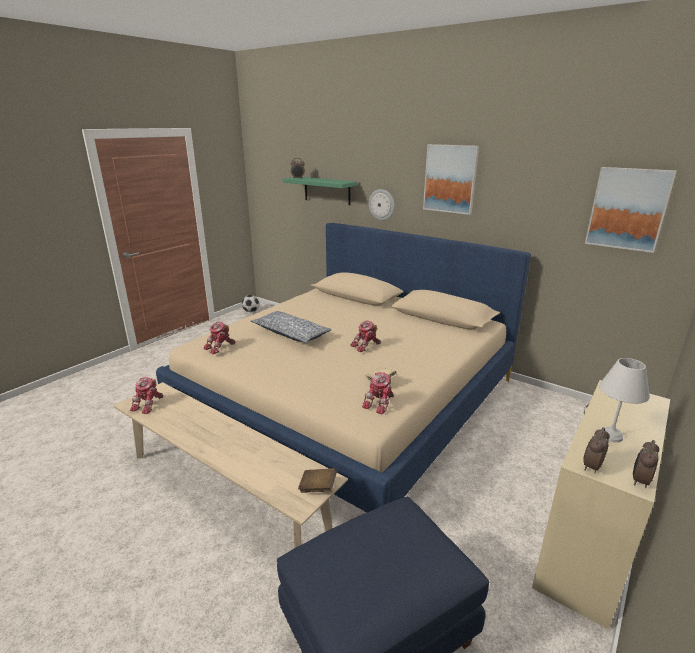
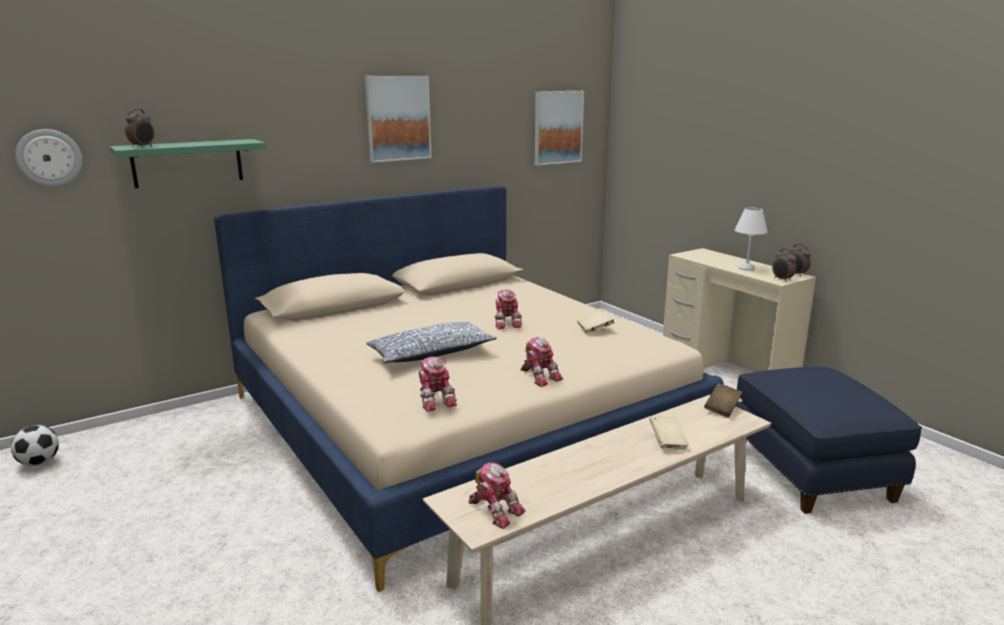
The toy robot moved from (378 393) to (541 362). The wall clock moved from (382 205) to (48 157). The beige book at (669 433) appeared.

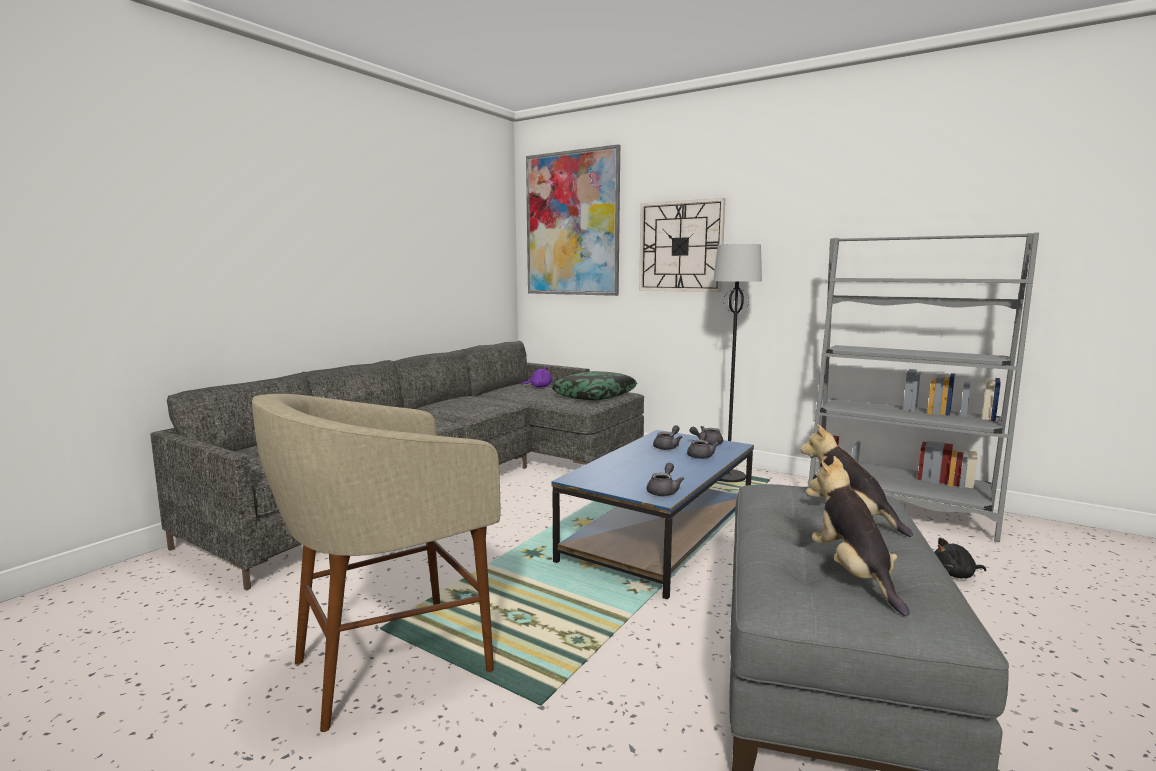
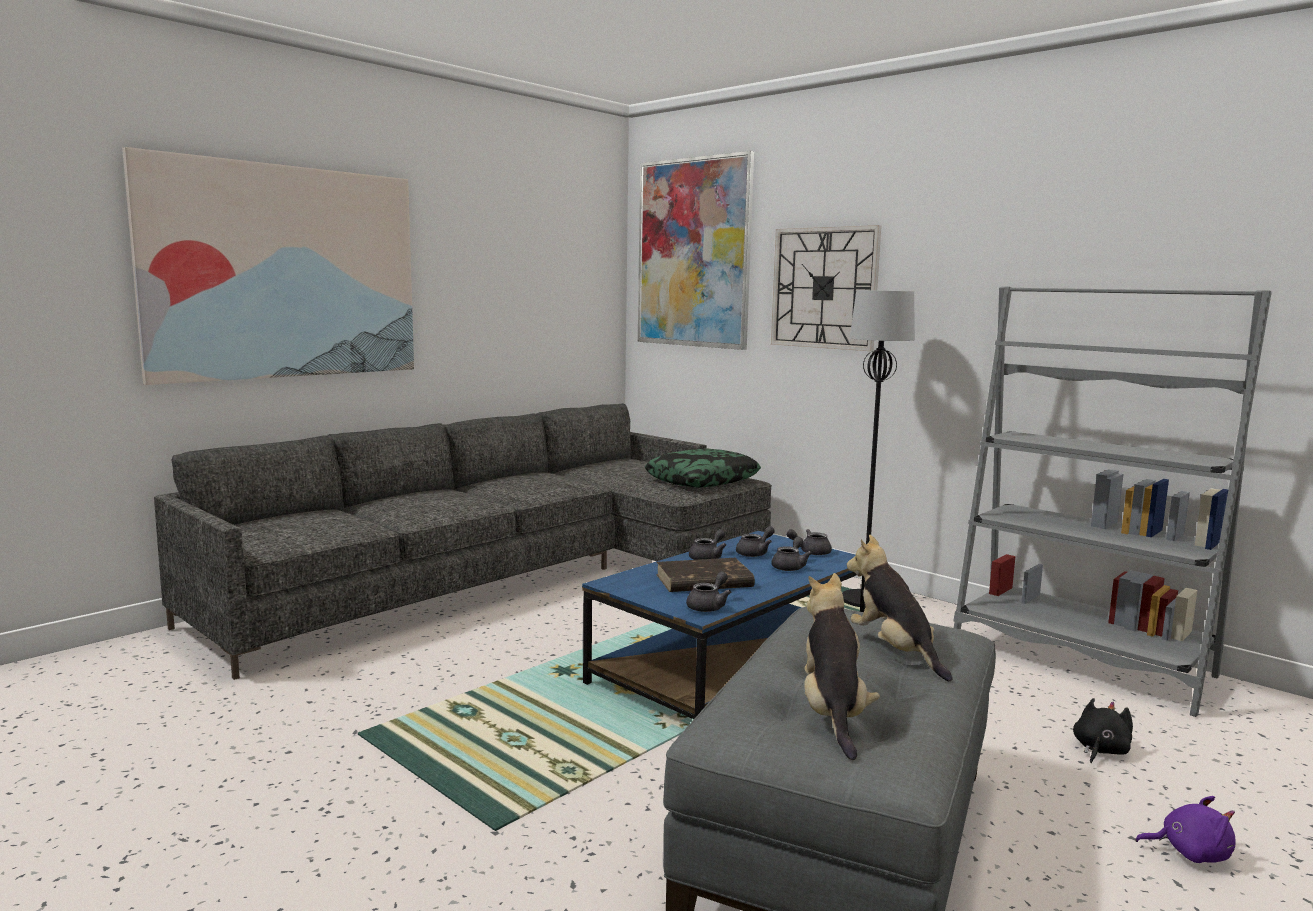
The beige stool at (376 563) disappeared. The purple plush toy moved from (536 377) to (1185 829). The black plush toy at (960 558) turned 120 degrees clockwise. The picture at (268 266) appeared. The brown book at (705 575) appeared. The grey teapot at (707 544) appeared.

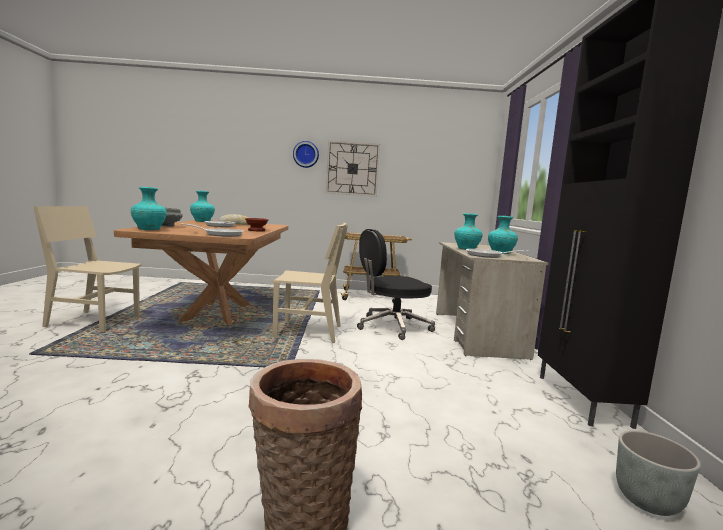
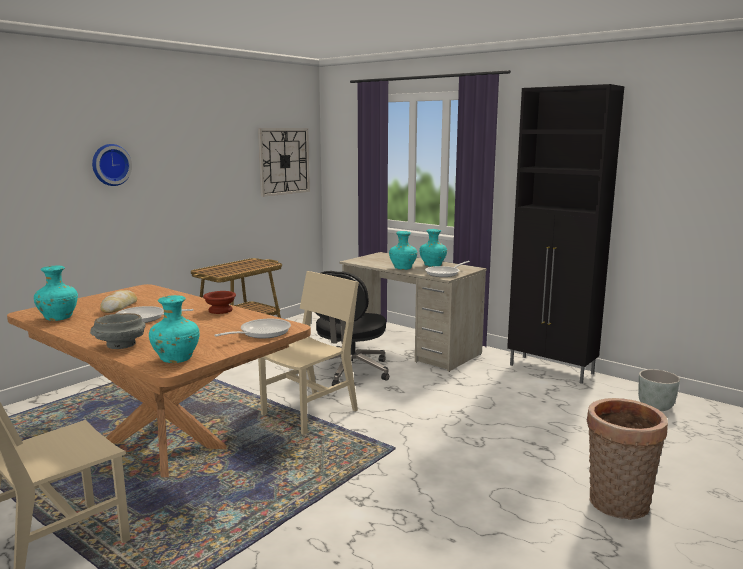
The wall clock moved from (353 168) to (284 162).

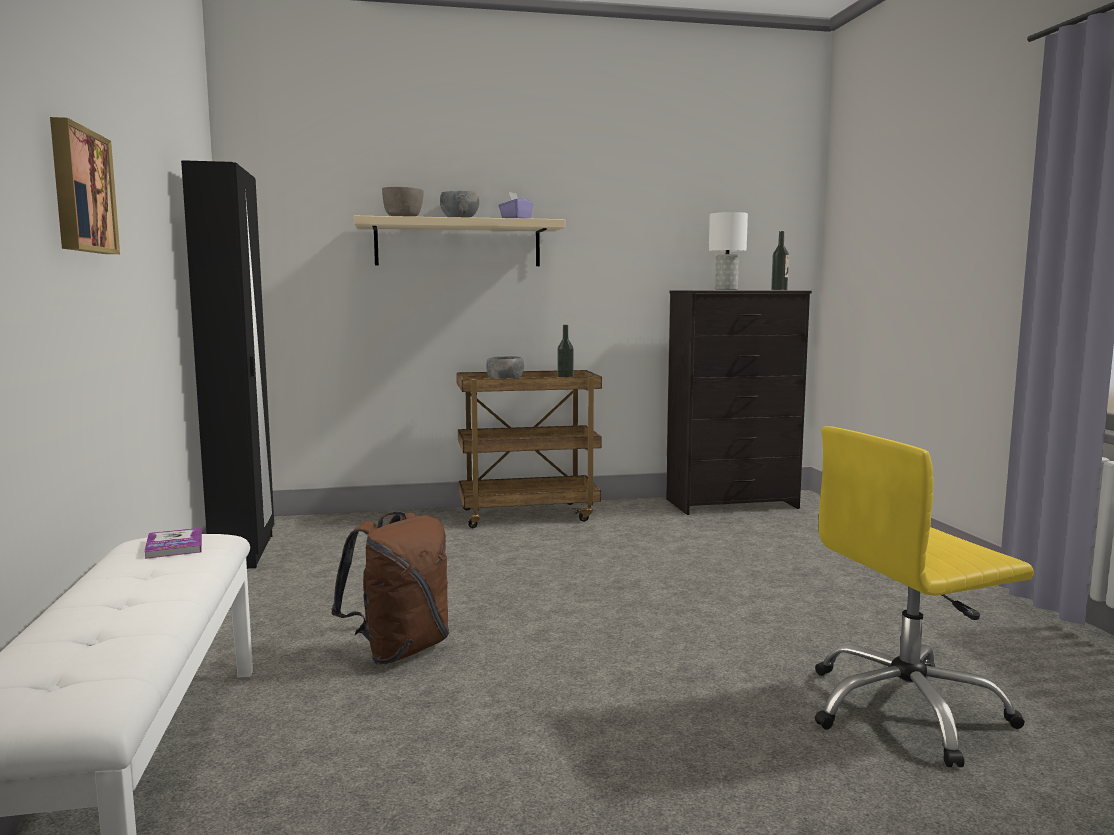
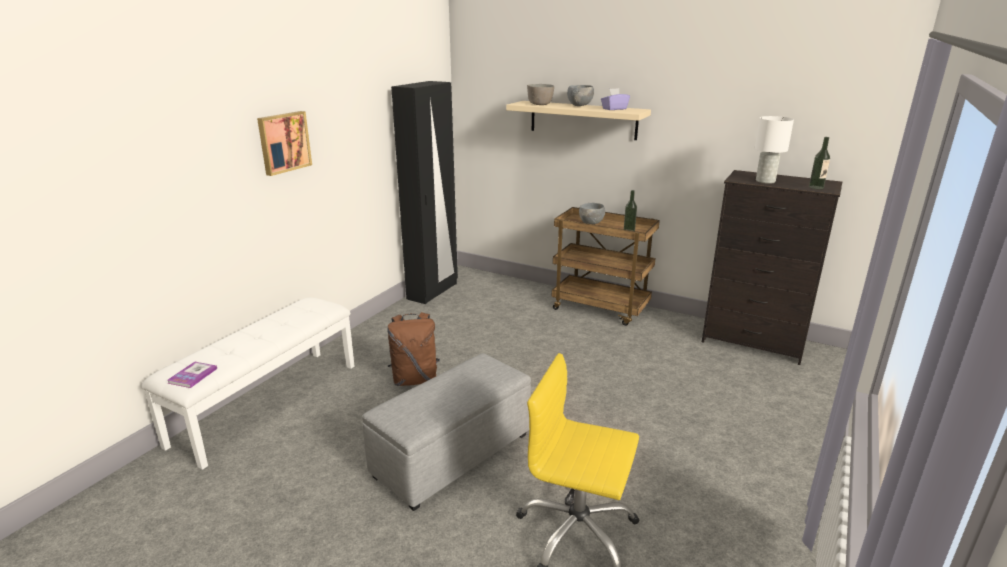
The book moved from (173 543) to (192 374). The grey ottoman at (446 432) appeared.

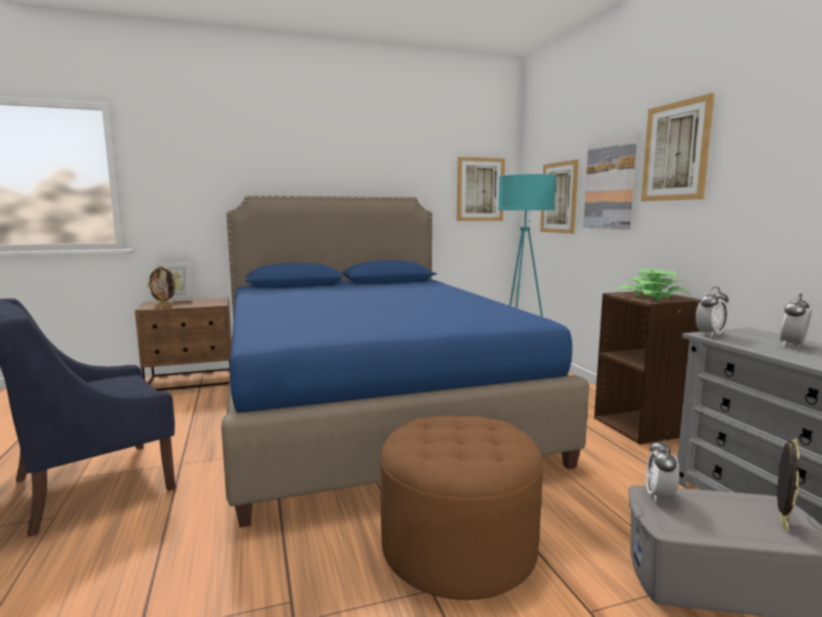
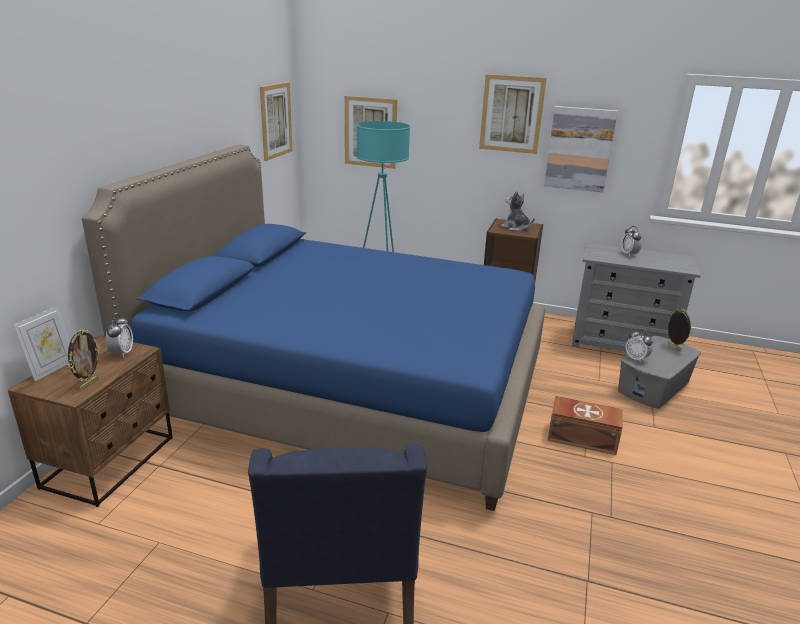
The brown ottoman at (461 507) was replaced by the brown storage box at (585 425). The picture moved from (610 181) to (581 149). The potted plant at (653 284) was replaced by the plush toy at (517 211). The alarm clock moved from (712 312) to (119 336).

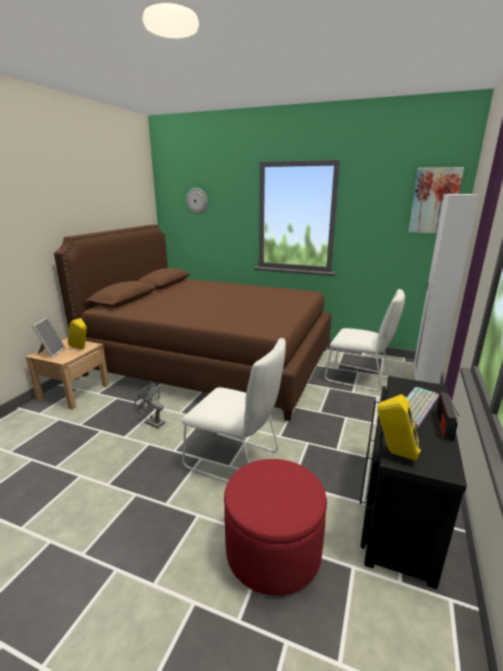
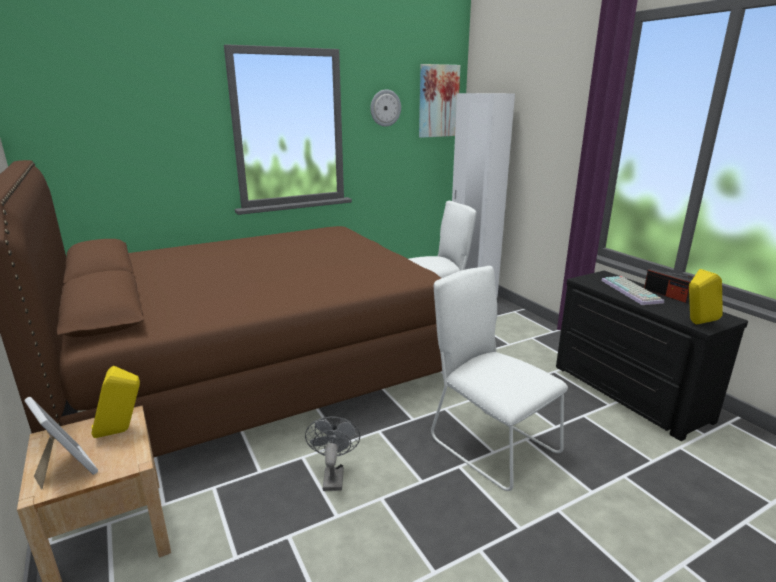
The grey fan at (149 406) turned 105 degrees clockwise. The white chair at (234 410) turned 105 degrees counterclockwise. The wall clock moved from (197 201) to (385 108). The red ottoman at (275 527) disappeared.

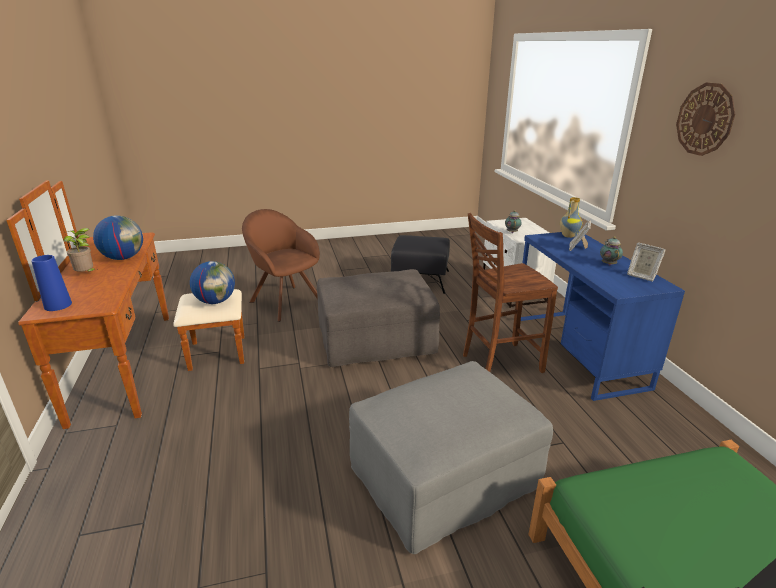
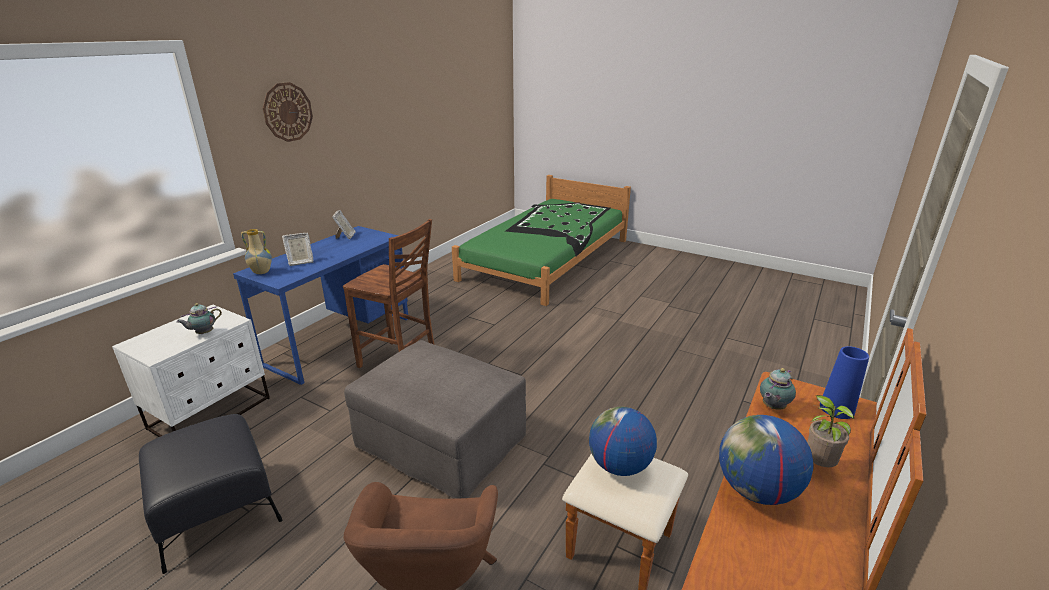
The grey ottoman at (451 457) disappeared. The teapot moved from (611 251) to (778 389).

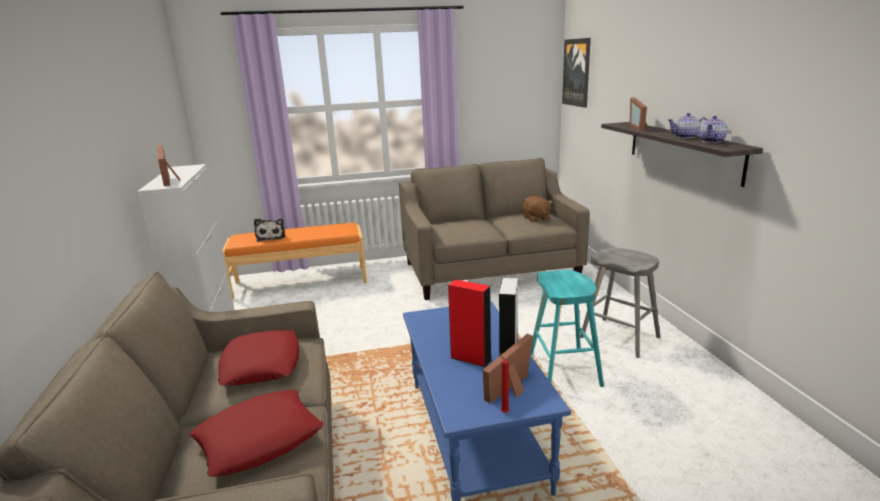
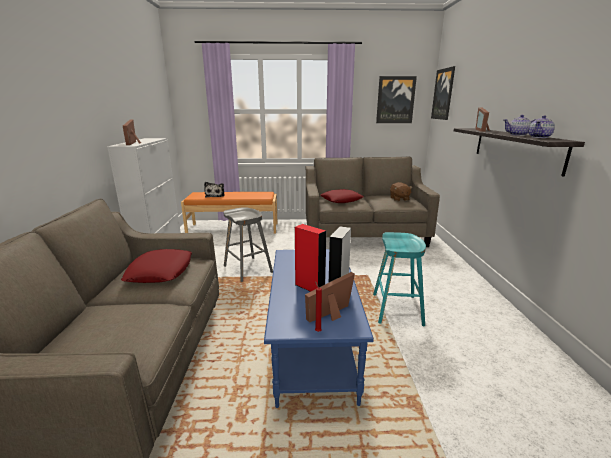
The red pillow moved from (256 433) to (342 196). The grey stool moved from (620 303) to (248 244). The picture at (396 99) appeared.

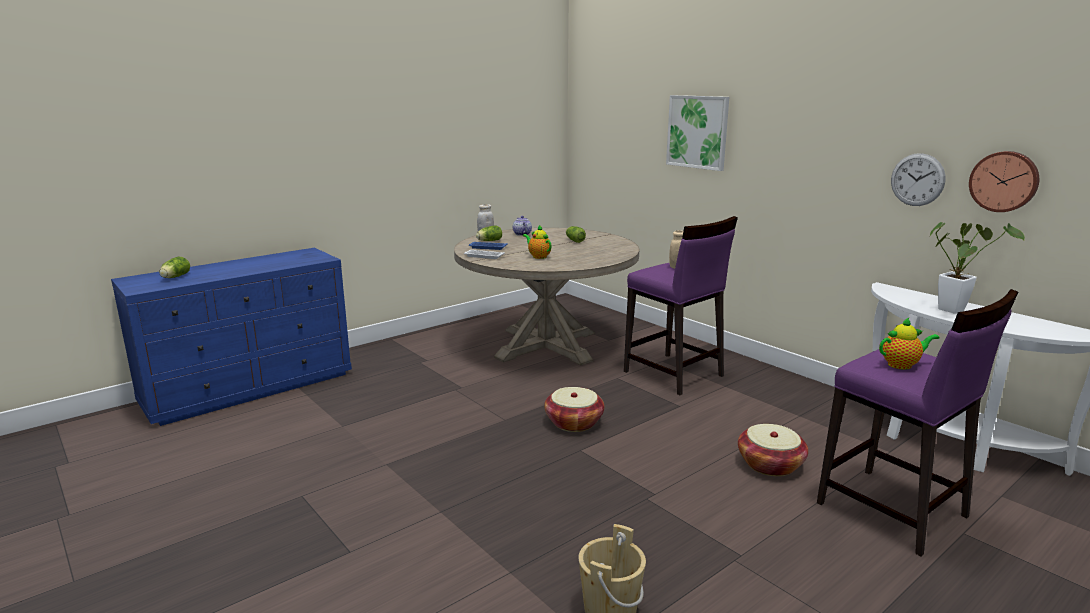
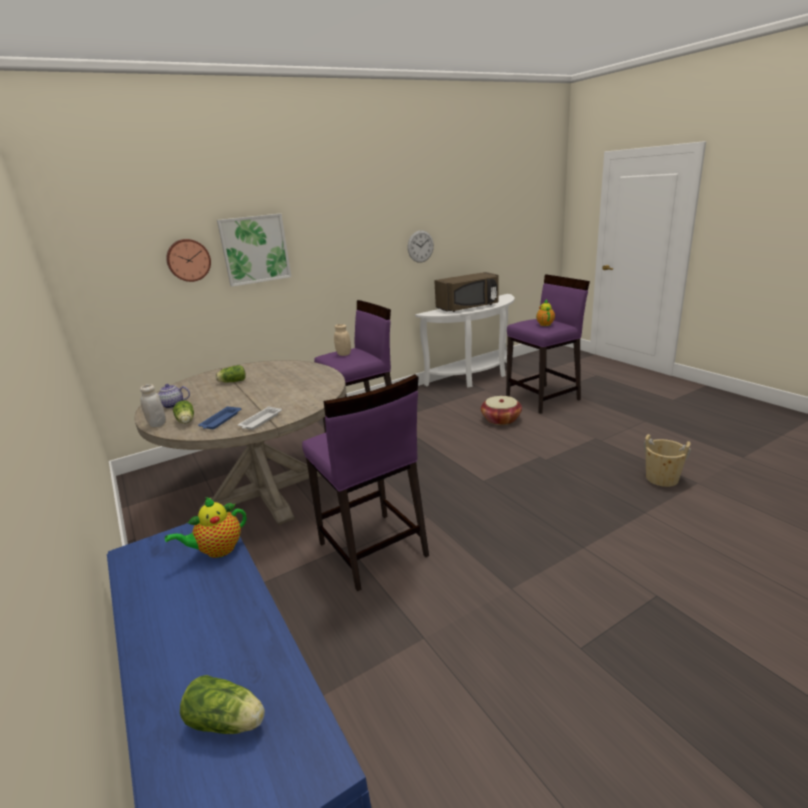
The teapot moved from (537 242) to (206 527). The basket at (574 409) disappeared. The potted plant at (977 268) was replaced by the brown microwave at (466 292). The wall clock moved from (1004 181) to (188 260). The purple stool at (365 482) appeared.

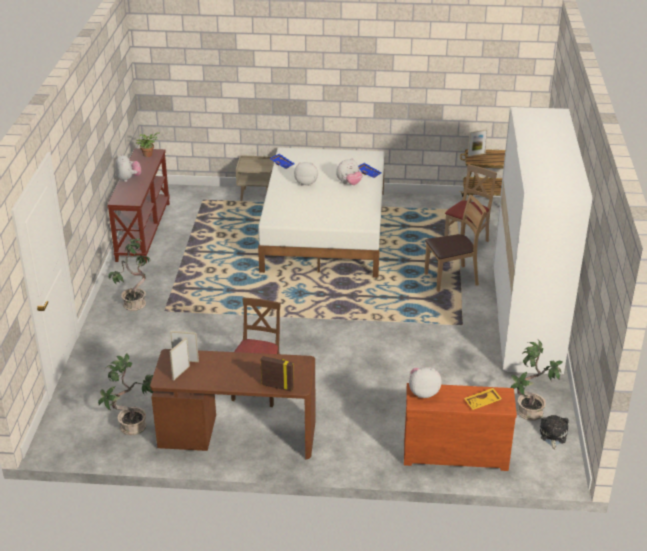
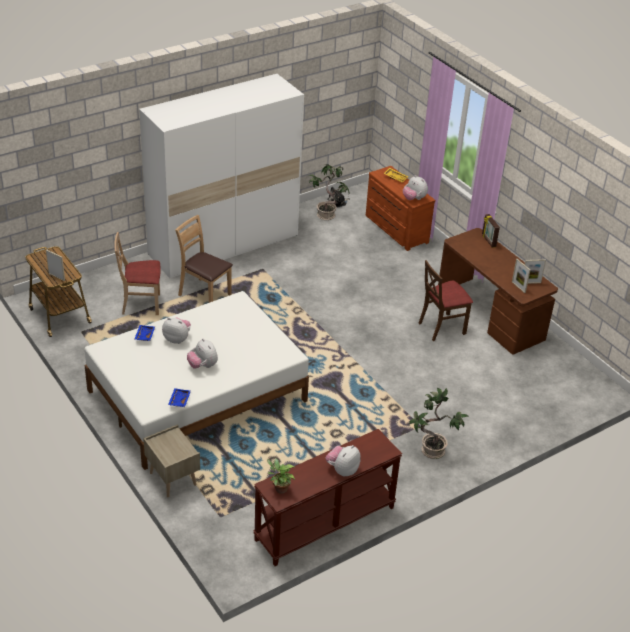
The potted plant at (125 394) disappeared.

